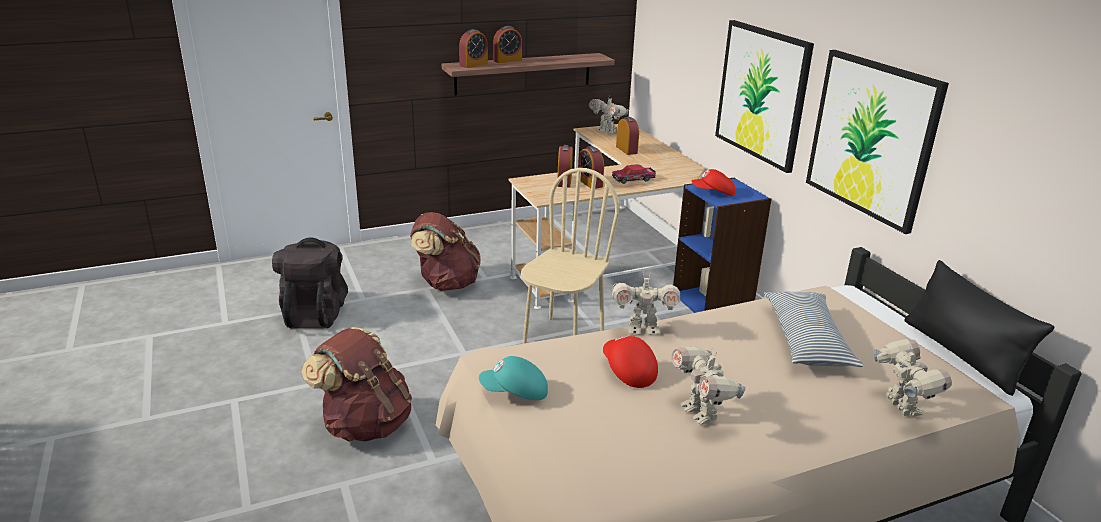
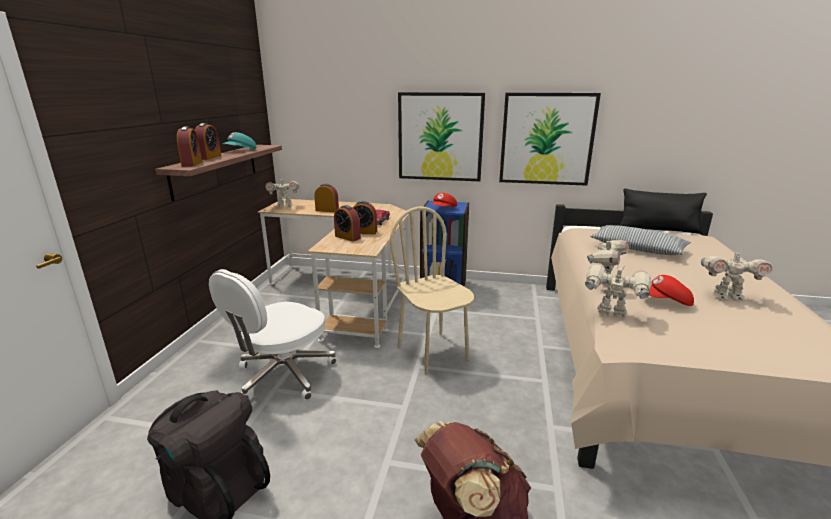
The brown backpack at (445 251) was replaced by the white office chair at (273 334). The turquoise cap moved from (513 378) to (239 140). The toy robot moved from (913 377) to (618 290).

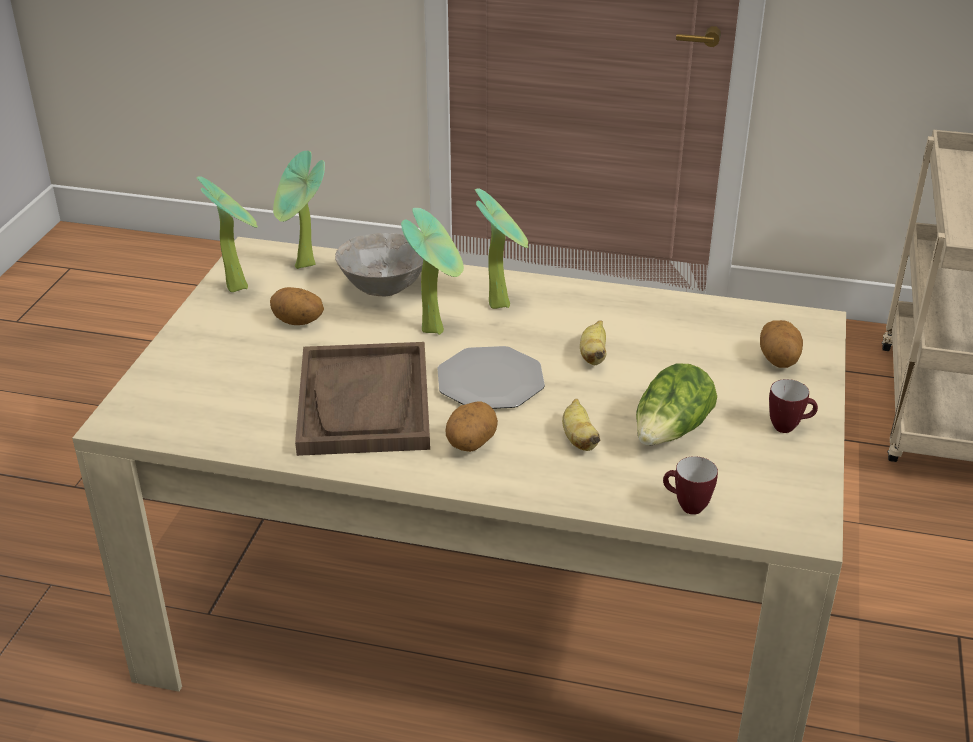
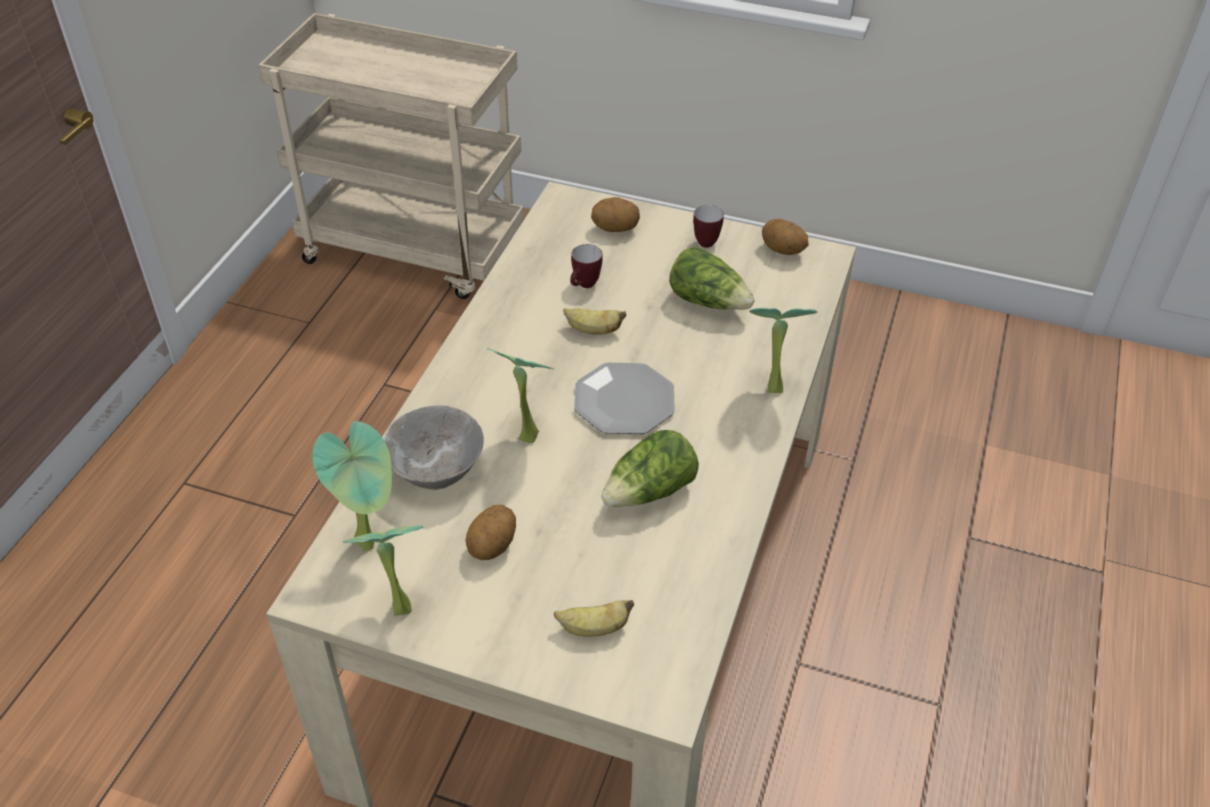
The brown tray at (362 399) was replaced by the lettuce at (650 468). The potato moved from (472 426) to (785 237). The potted plant moved from (501 248) to (783 350). The banana moved from (581 425) to (594 618). The mug moved from (690 485) to (586 266).

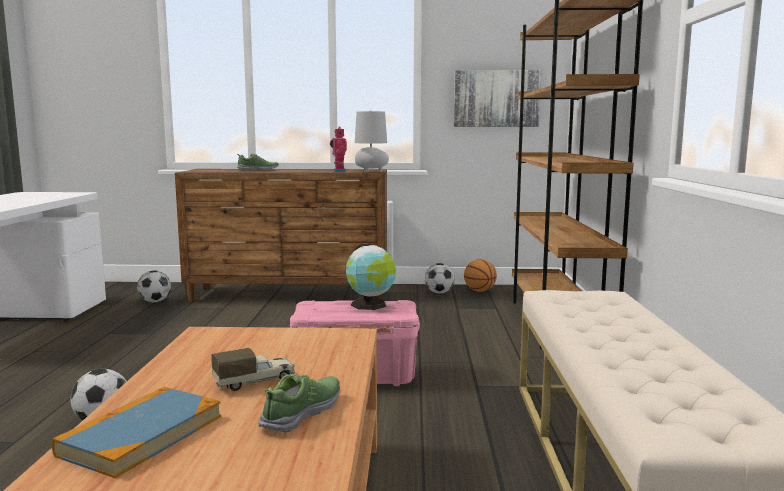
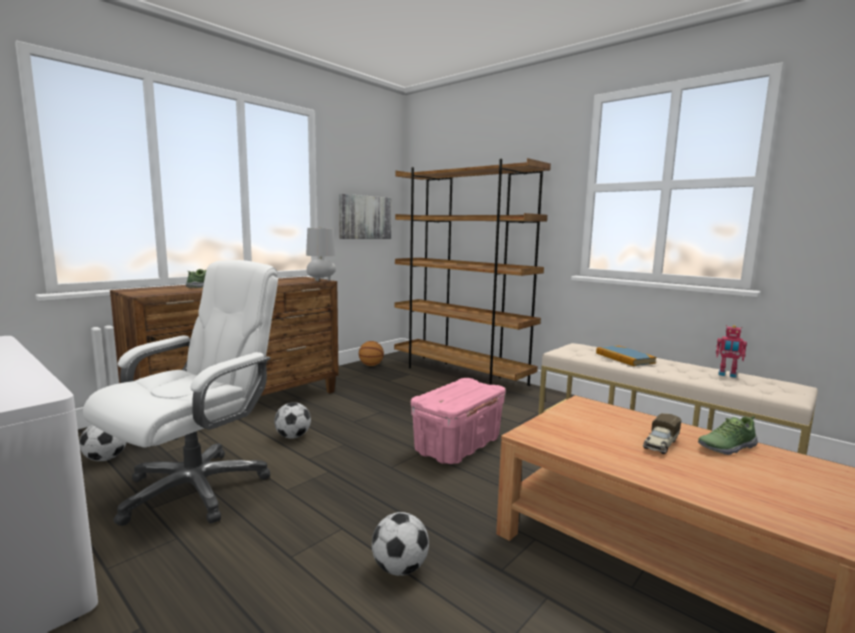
The book moved from (136 432) to (626 356). The toy truck at (253 369) turned 150 degrees counterclockwise. The shoe at (299 403) turned 90 degrees counterclockwise. The toy robot moved from (338 149) to (731 351). The globe at (371 276) disappeared. The football moved from (440 278) to (292 420). The white office chair at (180 393) appeared.

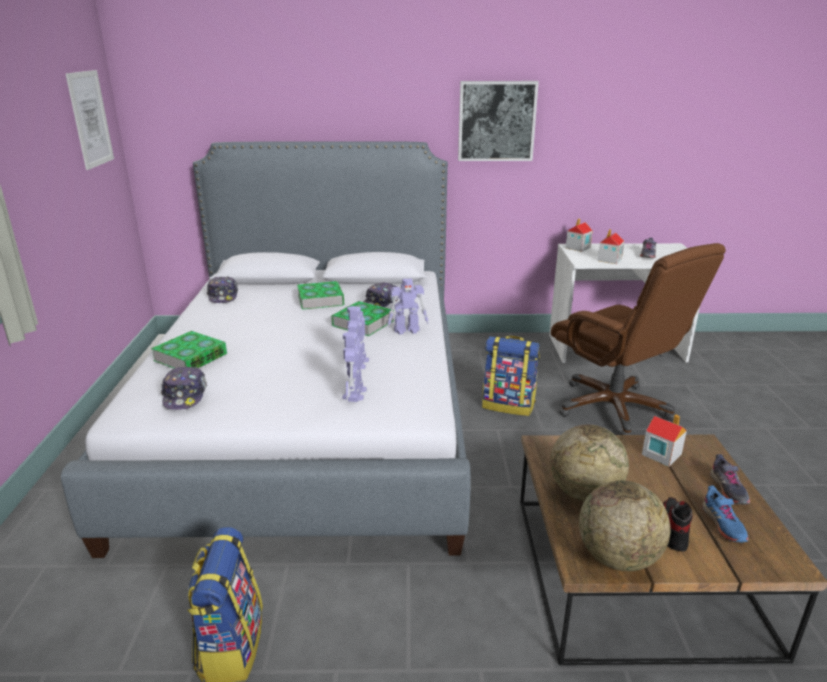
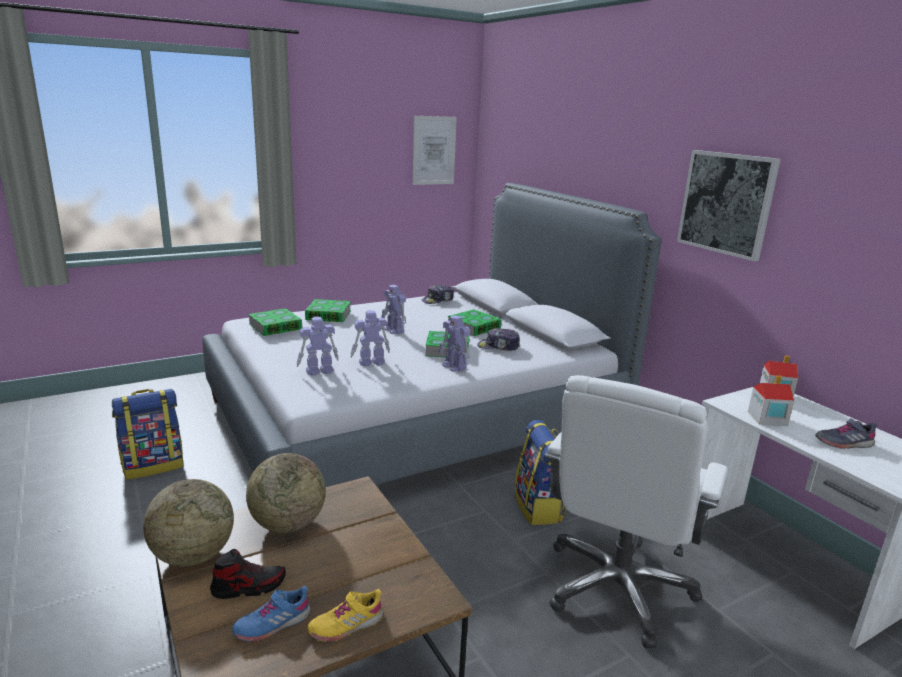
The cap at (184 388) was replaced by the book at (275 322). The brown office chair at (638 339) became the white office chair at (636 512). The toy house at (664 440) disappeared. The grey shoe at (730 479) became the yellow shoe at (345 615). The toy robot at (393 309) appeared.

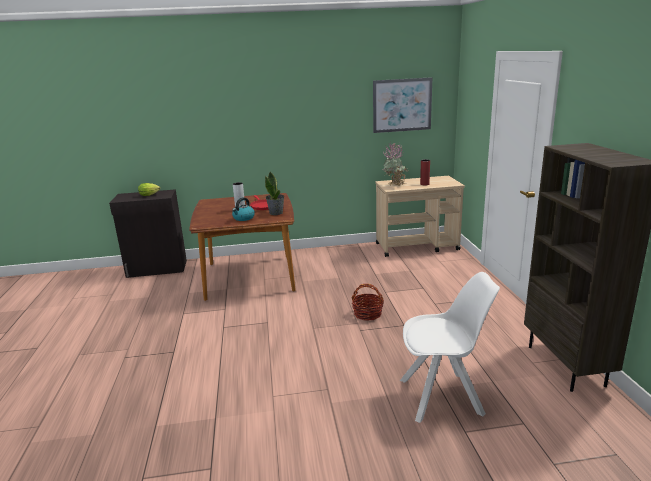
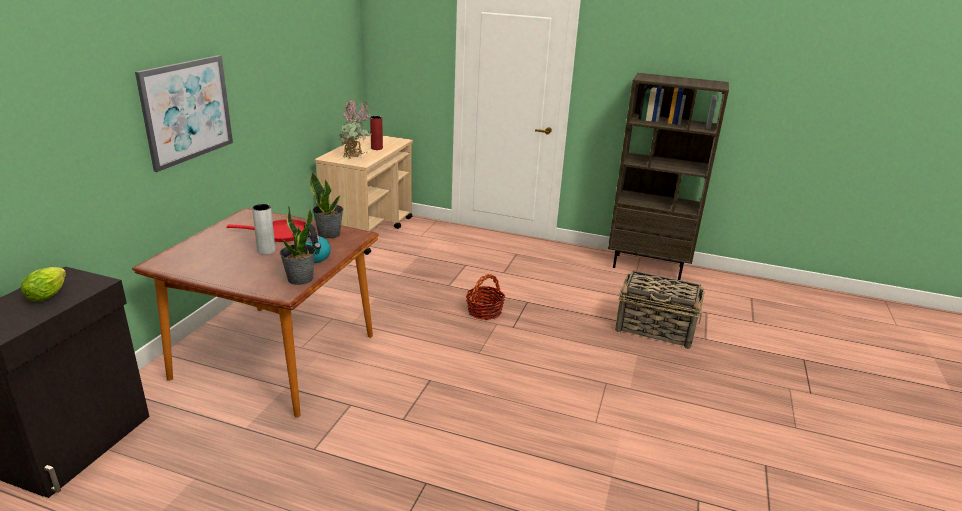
The picture moved from (402 105) to (184 113). The white chair at (450 347) was replaced by the basket at (659 309). The potted plant at (298 245) appeared.

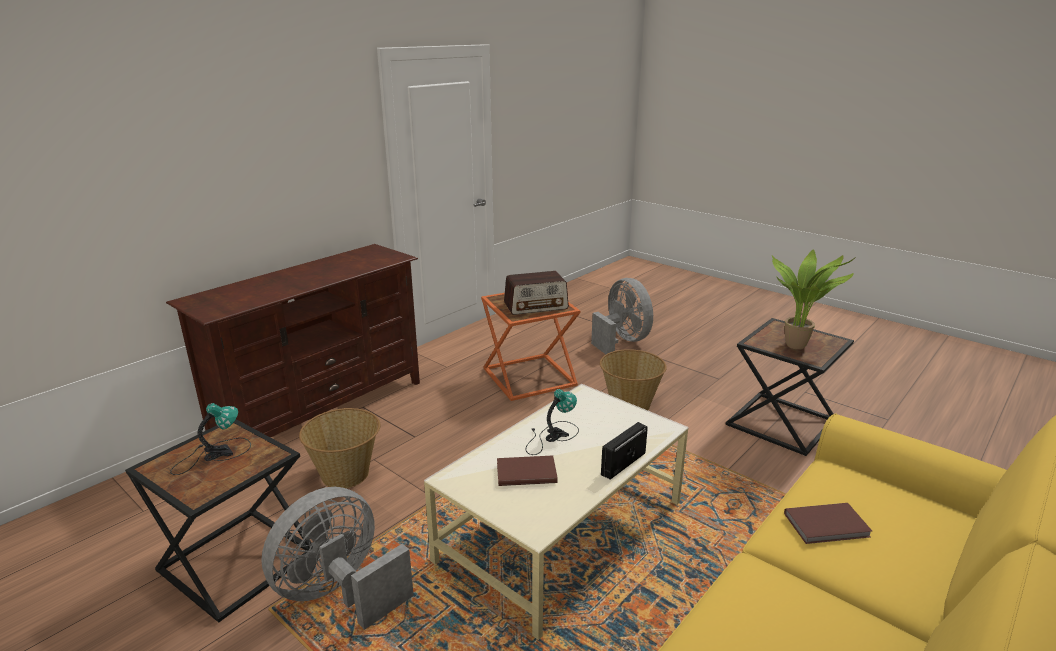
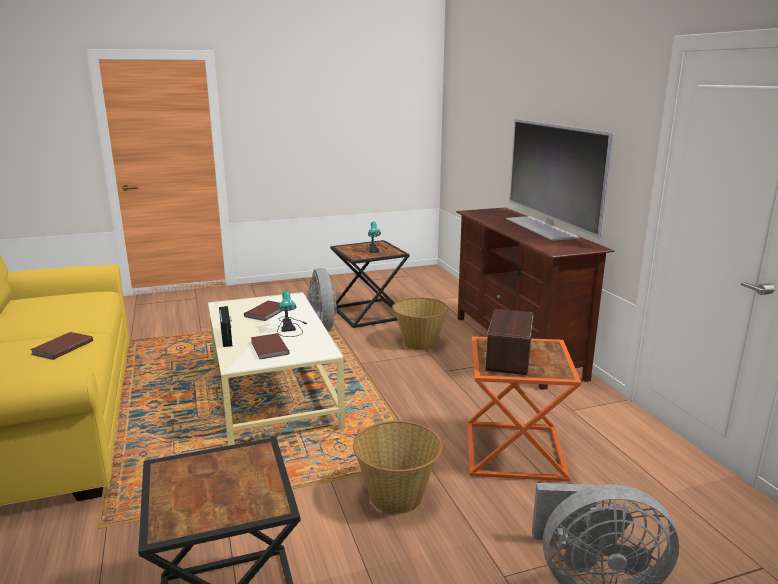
The potted plant at (814 300) disappeared. The brown book at (270 346) appeared. The television at (560 180) appeared.

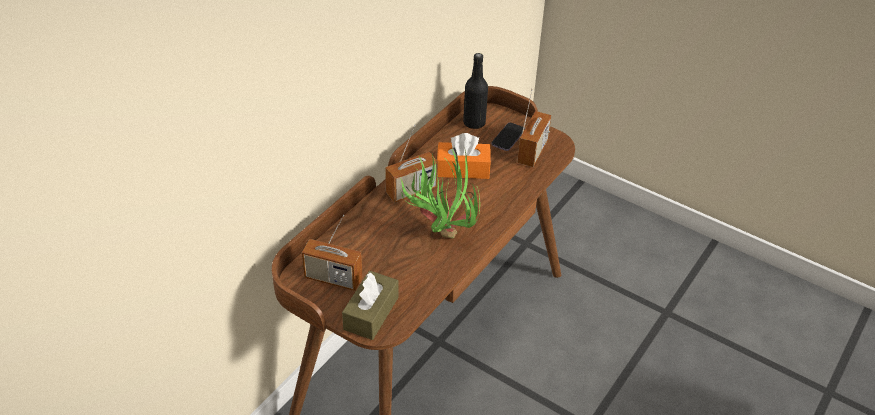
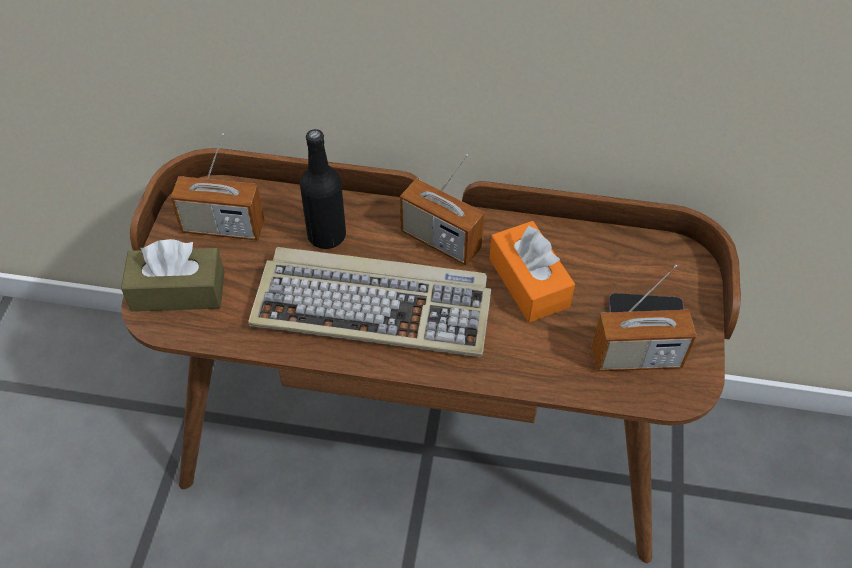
The radio at (332 253) turned 75 degrees counterclockwise. The potted plant at (439 192) was replaced by the keyboard at (369 302). The black bottle moved from (475 91) to (323 189).

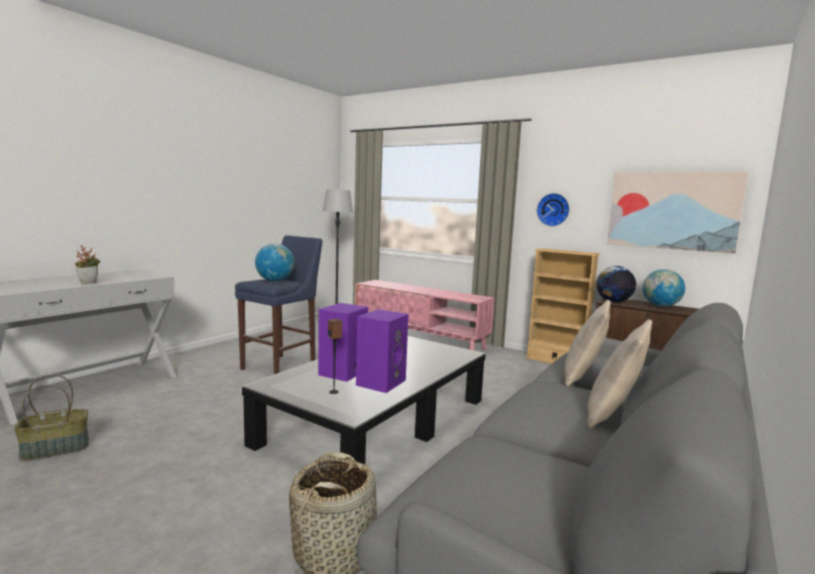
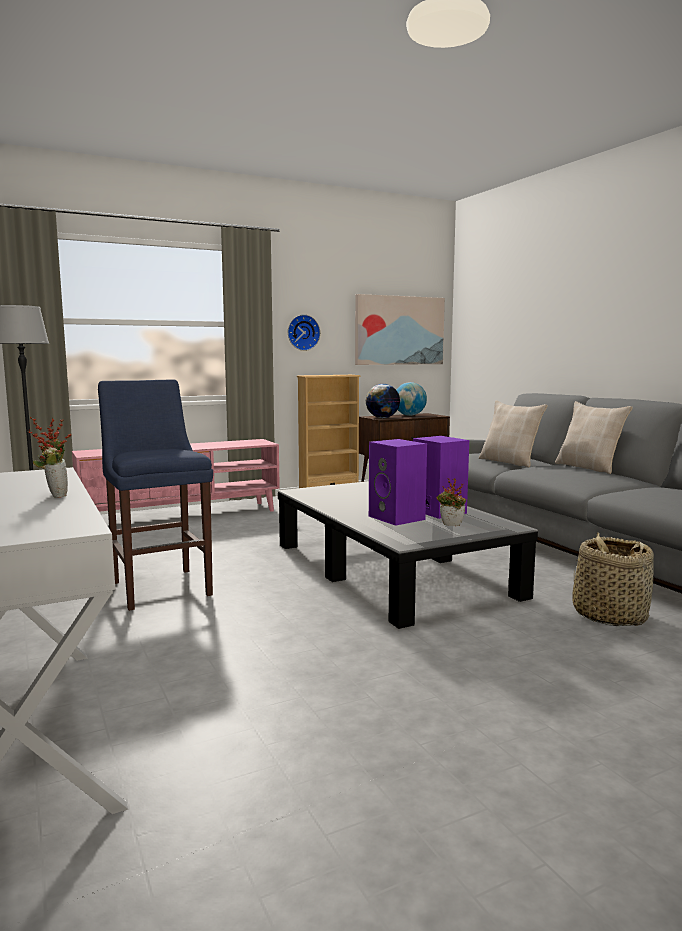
The basket at (51 417) disappeared. The globe at (274 262) disappeared. The speaker at (335 356) was replaced by the potted plant at (451 502).

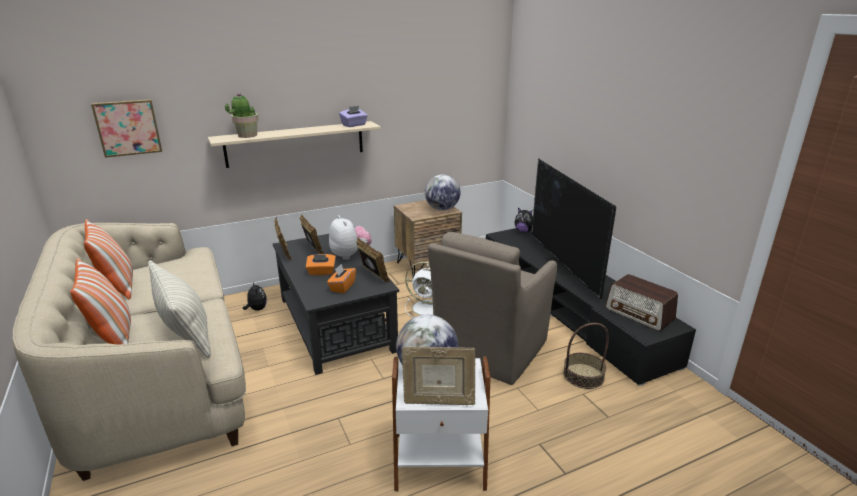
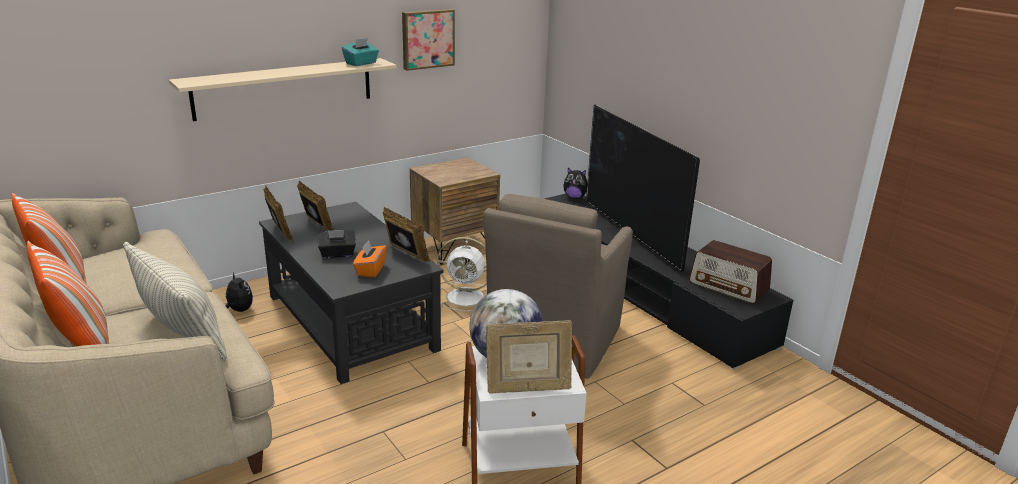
The picture moved from (126 128) to (428 40). The potted plant at (242 115) disappeared. The orange tissue box at (321 265) became the black tissue box at (337 244). The plush toy at (350 237) disappeared. The purple tissue box at (353 116) became the turquoise tissue box at (360 52). The globe at (442 192) disappeared. The basket at (586 356) disappeared.

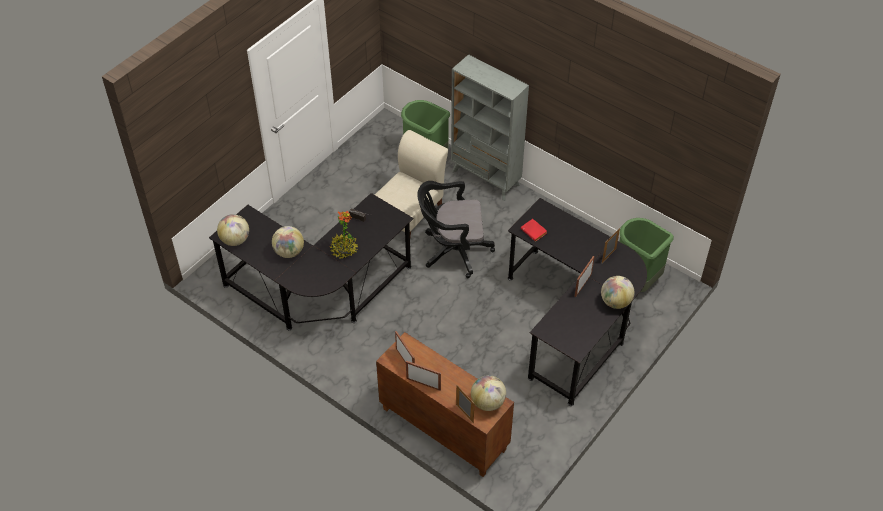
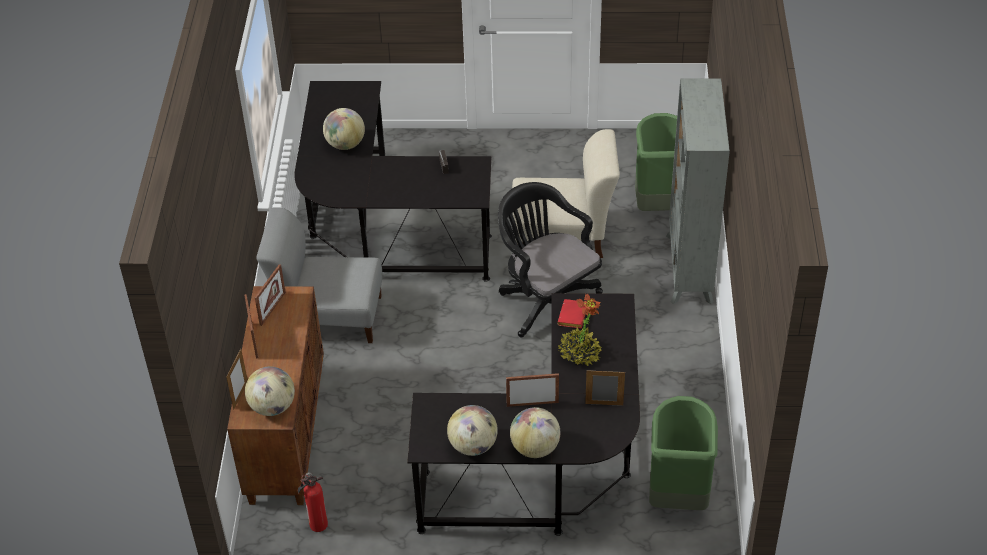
The globe moved from (233 230) to (472 430). The potted plant moved from (343 235) to (580 330). The grey chair at (320 275) appeared. The fire extinguisher at (313 502) appeared.

